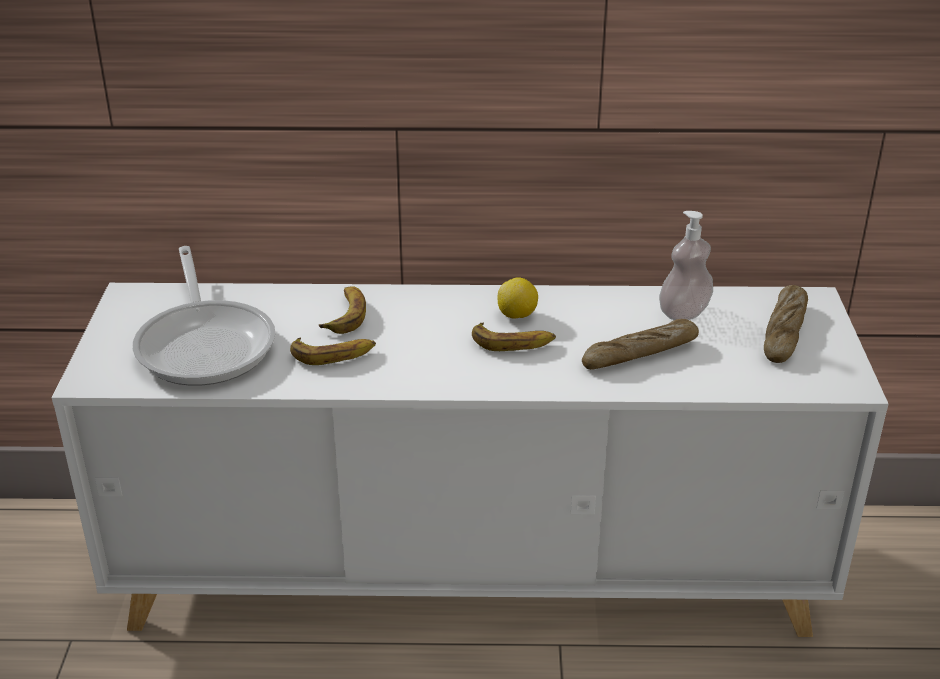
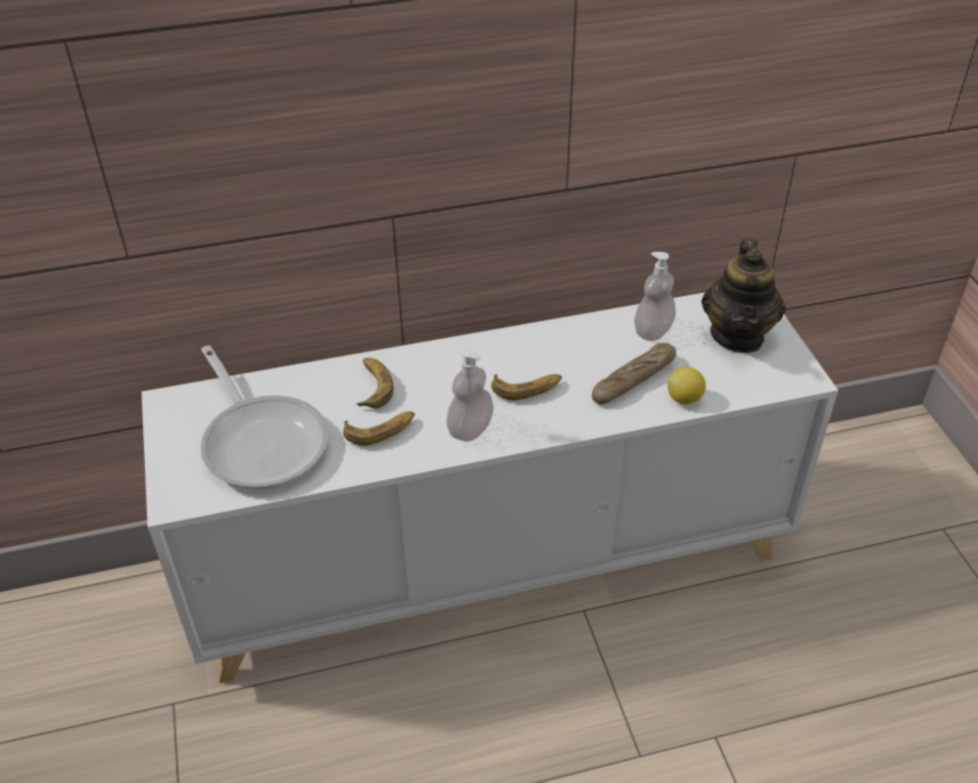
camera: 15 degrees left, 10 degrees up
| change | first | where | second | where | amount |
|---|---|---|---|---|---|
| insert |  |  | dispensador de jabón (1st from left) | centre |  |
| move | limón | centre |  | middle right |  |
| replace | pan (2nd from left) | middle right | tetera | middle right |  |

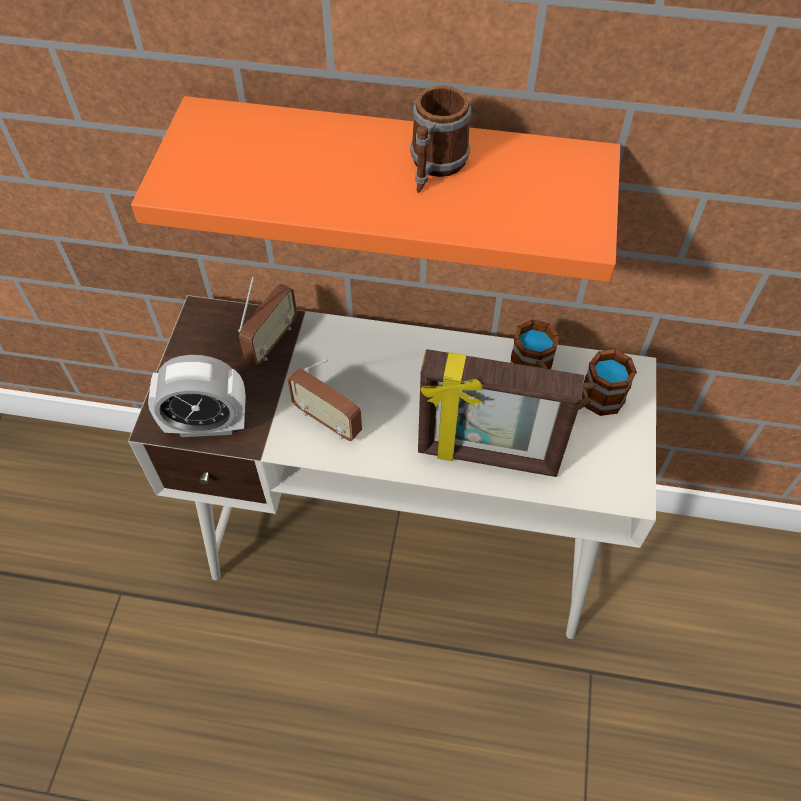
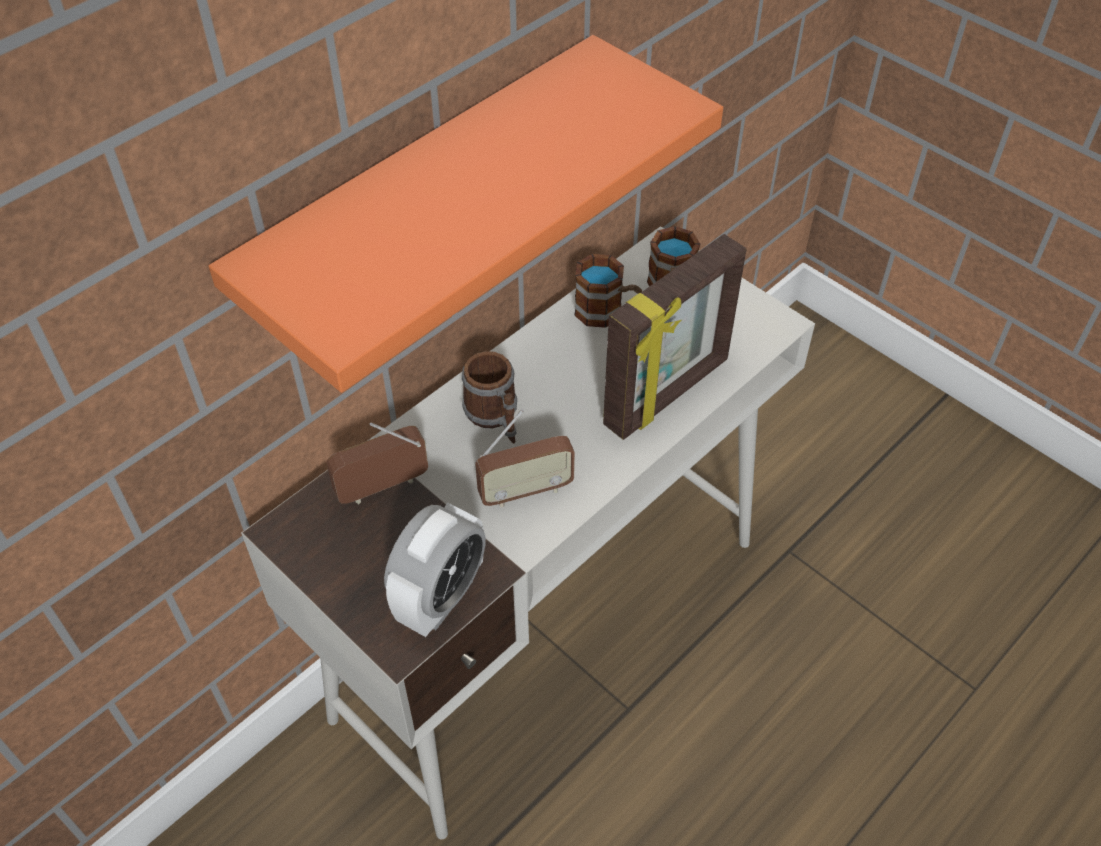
camera: 55 degrees left, 5 degrees down
| change | first | where | second | where | amount |
|---|---|---|---|---|---|
| rotate | radio (1st from left) | centre |  | centre | 90 degrees counterclockwise |
| move | taza grande (1st from left) | top centre |  | centre |  |

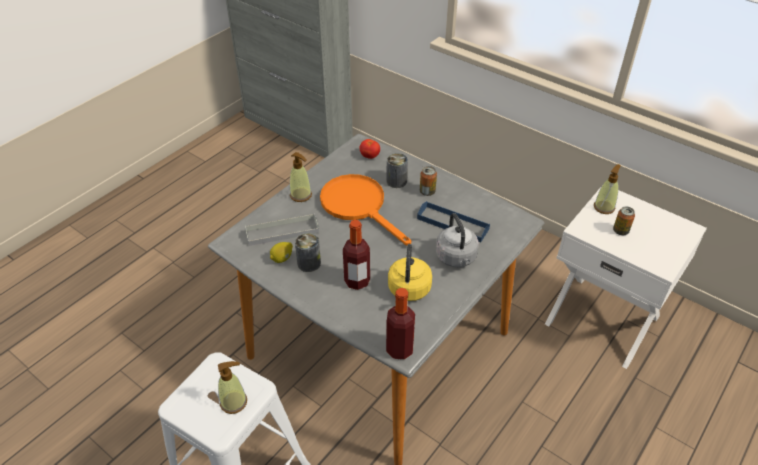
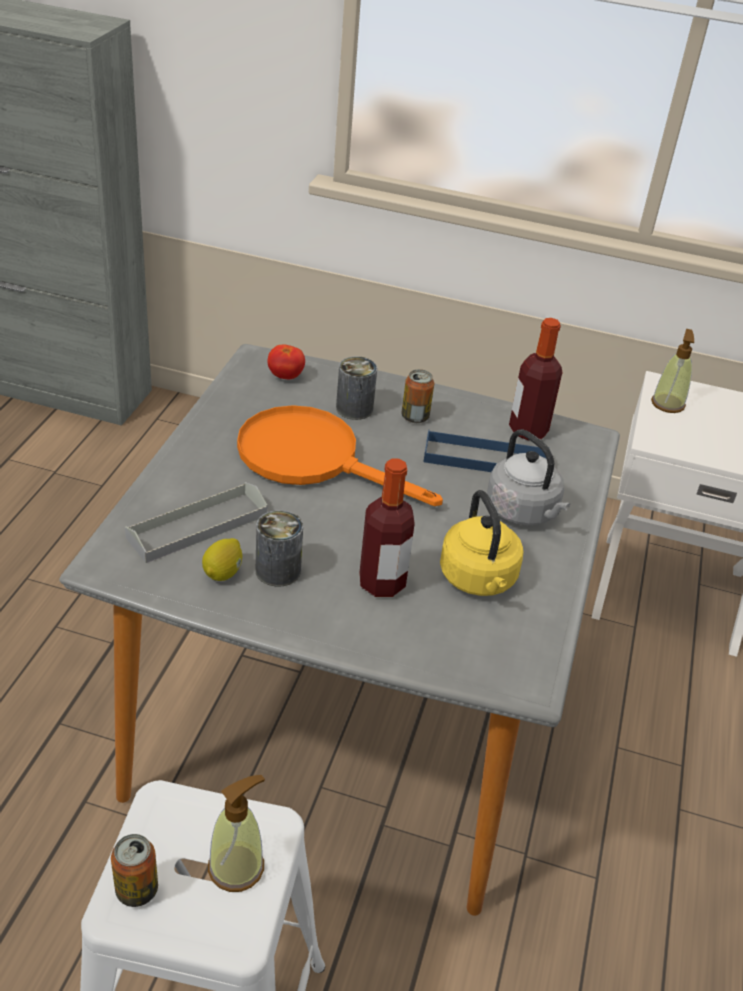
camera: 25 degrees left, 5 degrees down
| change | first | where | second | where | amount |
|---|---|---|---|---|---|
| move | lata (4th from left in the first image) | middle right | lata (1st from left) | bottom left |  |
| move | botella (2nd from left) | bottom centre |  | middle right |  |
| delete | dispensador de jabón (2nd from left) | centre |  |  |  |

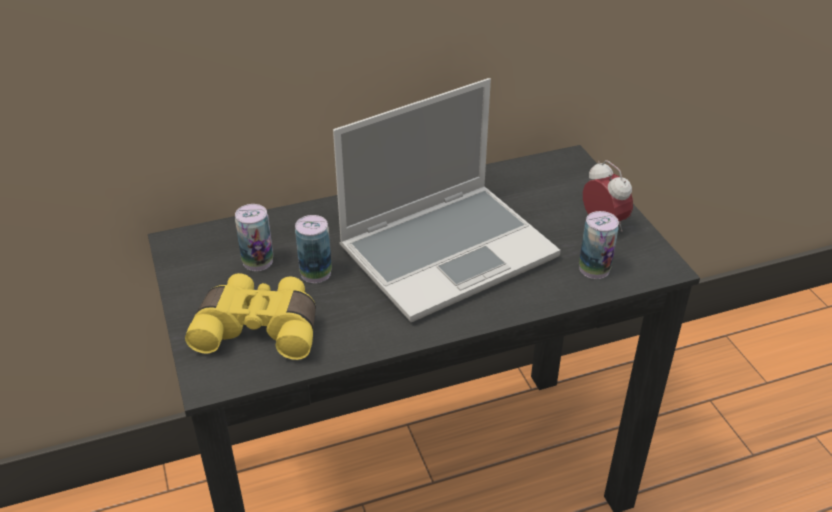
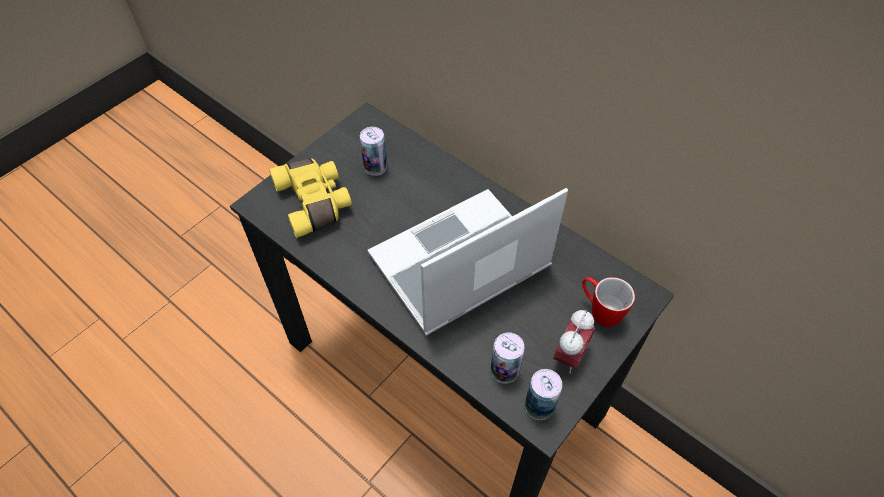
camera: 60 degrees right, 15 degrees up
| change | first | where | second | where | amount |
|---|---|---|---|---|---|
| rotate | portátil | centre |  | centre | 120 degrees clockwise |
| move | lata (2nd from left in the first image) | centre | lata (3rd from left) | bottom centre |  |
| insert |  |  | taza grande | middle right |  |

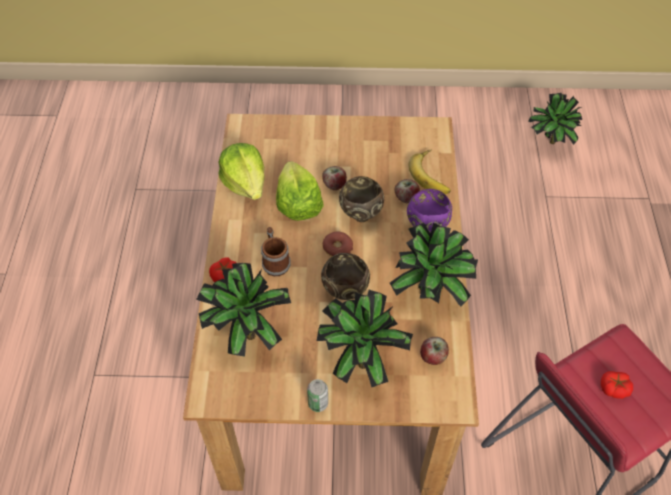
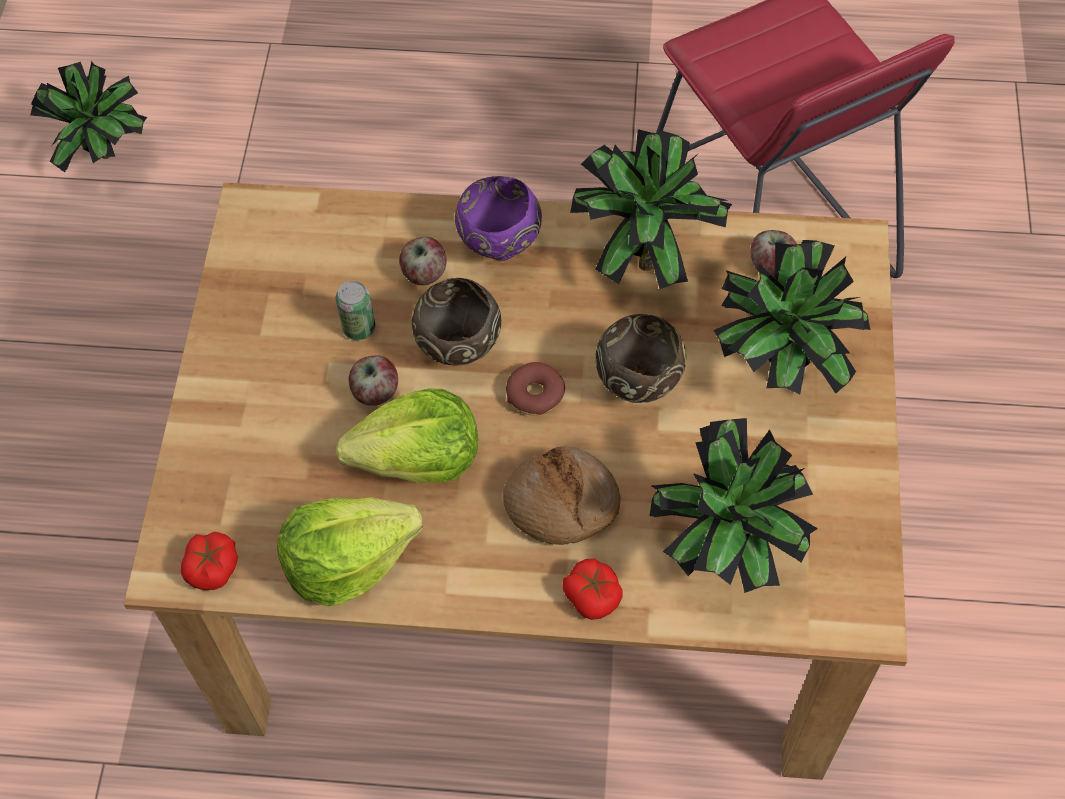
camera: 85 degrees left, 5 degrees up
| change | first | where | second | where | amount |
|---|---|---|---|---|---|
| move | tomate (2nd from left in the first image) | bottom right | tomate (1st from left) | bottom left |  |
| move | lata | bottom centre |  | centre |  |
| replace | taza grande | centre | pan | centre |  |
| delete | plátano | centre |  |  |  |

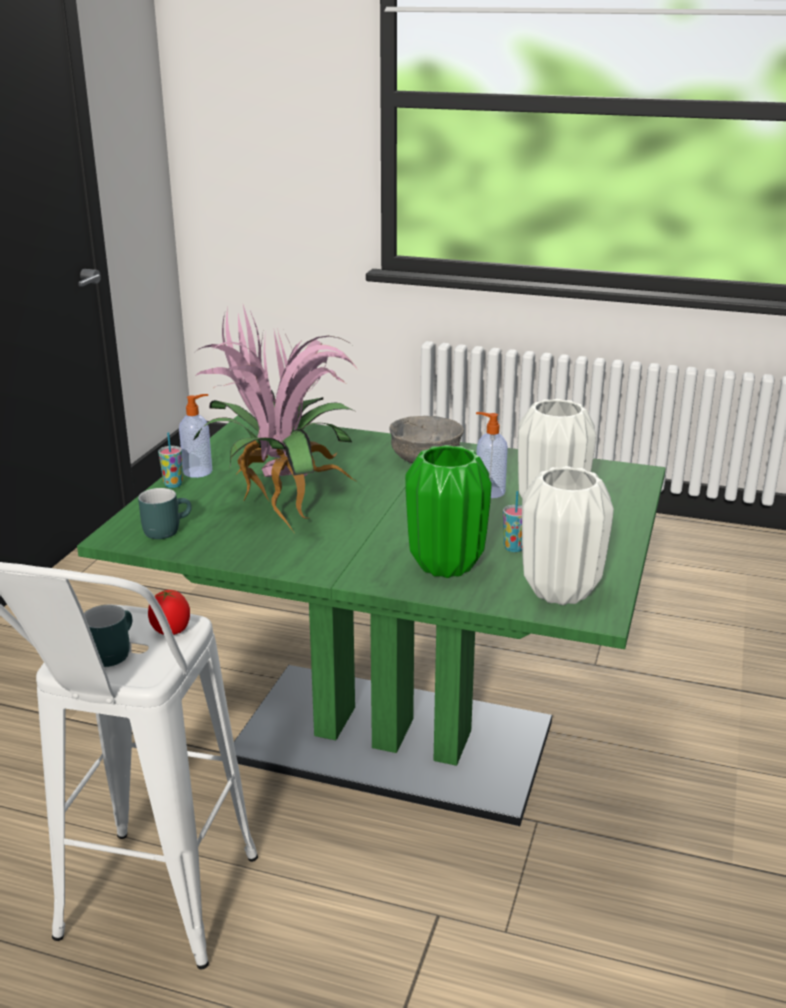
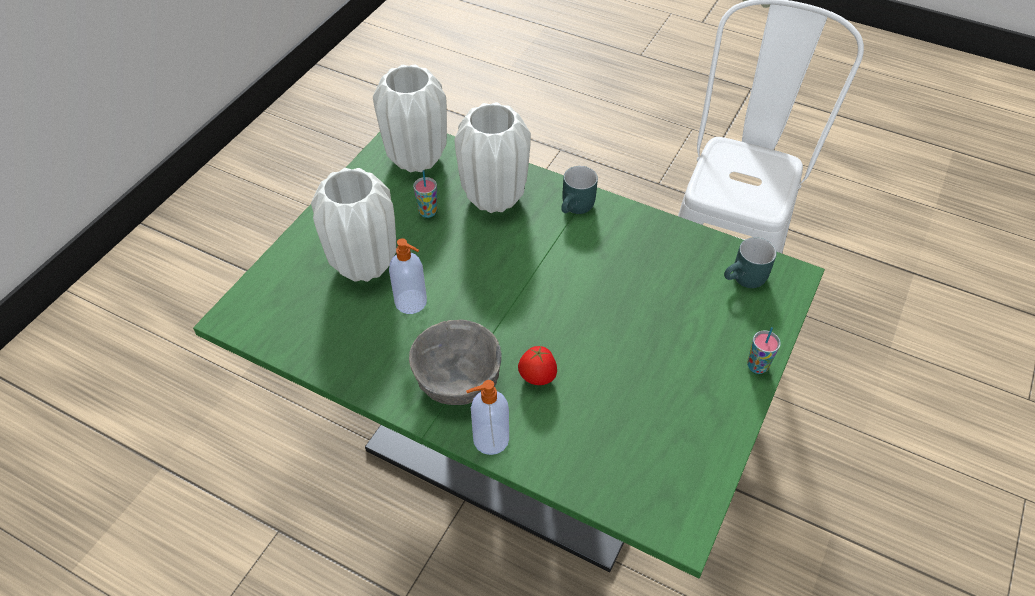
camera: 170 degrees left, 25 degrees up
| change | first | where | second | where | amount |
|---|---|---|---|---|---|
| recolor | florero [verde] | centre | florero [blanco] (3rd from left) | top centre |  |
| move | dispensador de jabón (1st from left in the first image) | middle left | dispensador de jabón (2nd from left) | bottom centre |  |
| move | tomate | middle left |  | centre |  |
| move | taza grande [turquesa] (1st from left) | middle left |  | top centre |  |
| delete | planta en maceta | centre |  |  |  |

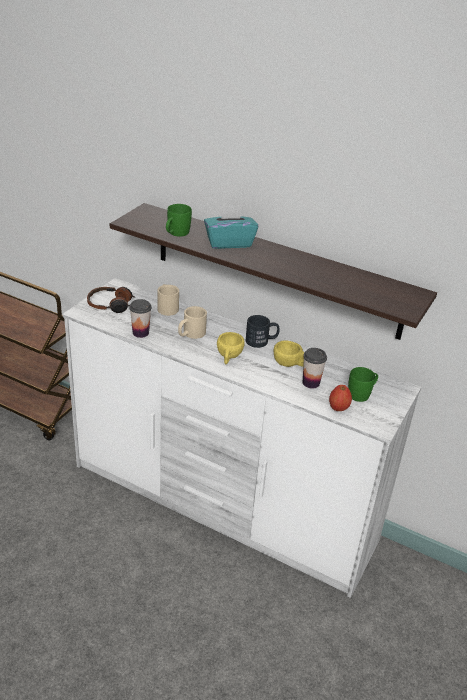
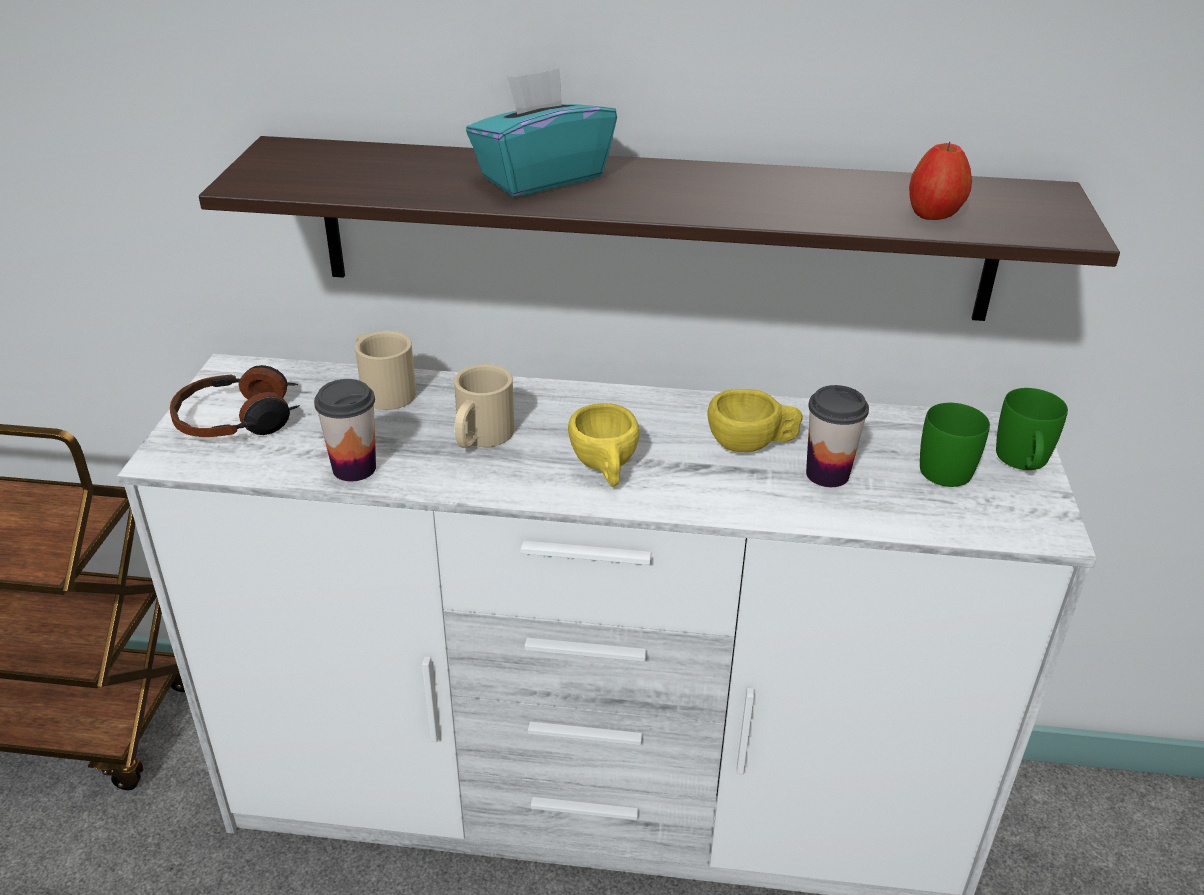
camera: 20 degrees left, 0 degrees up
| change | first | where | second | where | amount |
|---|---|---|---|---|---|
| move | manzana | middle right |  | top right |  |
| move | taza grande [verde] (1st from left in the first image) | top centre | taza grande [verde] (2nd from left) | middle right |  |
| delete | taza grande [negro] | centre |  |  |  |

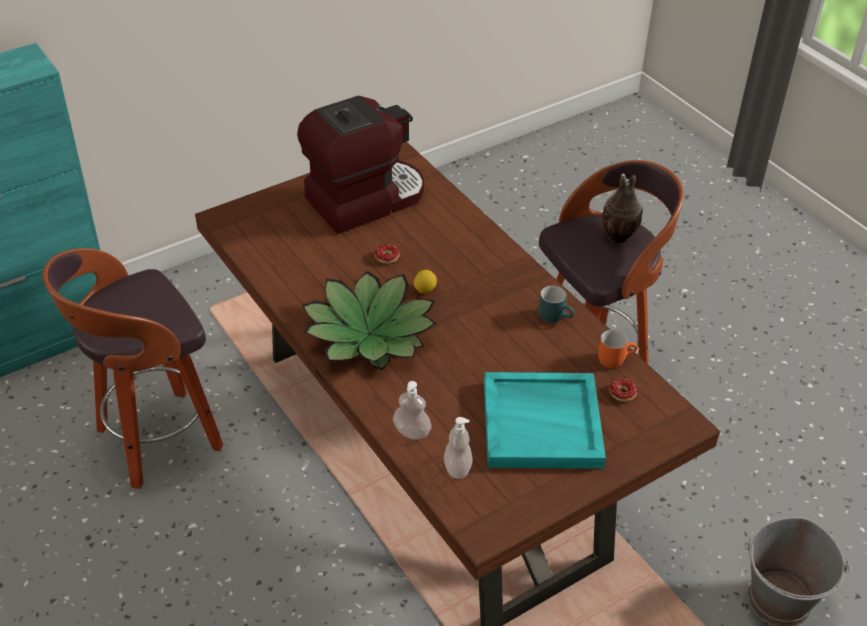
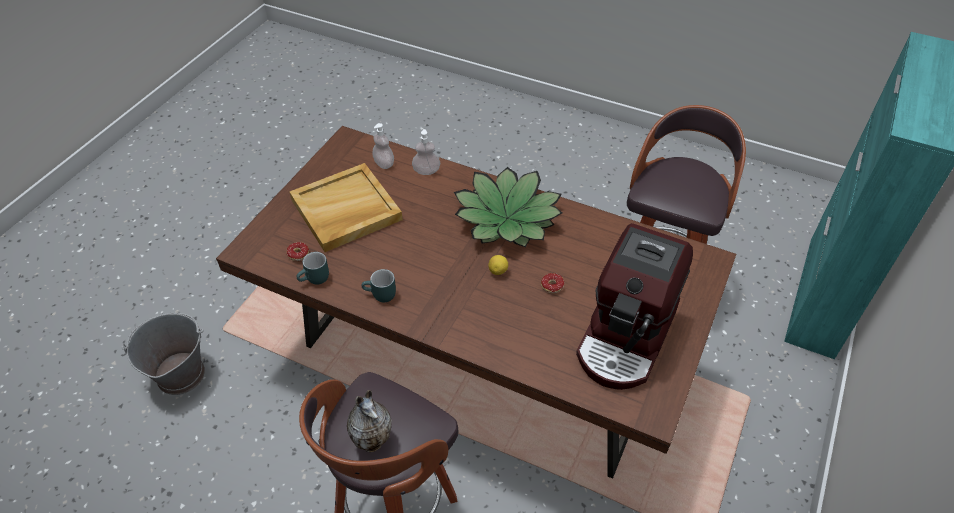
camera: 150 degrees right, 5 degrees up
| change | first | where | second | where | amount |
|---|---|---|---|---|---|
| recolor | bandeja [turquesa] | bottom centre | bandeja [beis] | centre |  |
| recolor | taza grande [naranja] | middle right | taza grande [turquesa] (1st from left) | middle left |  |

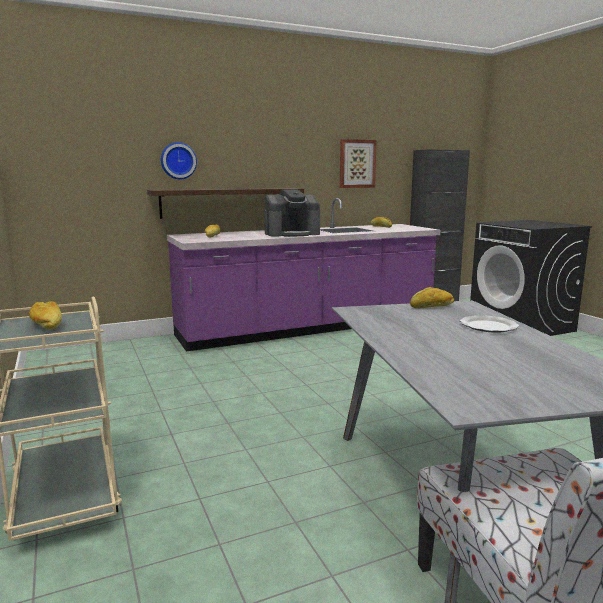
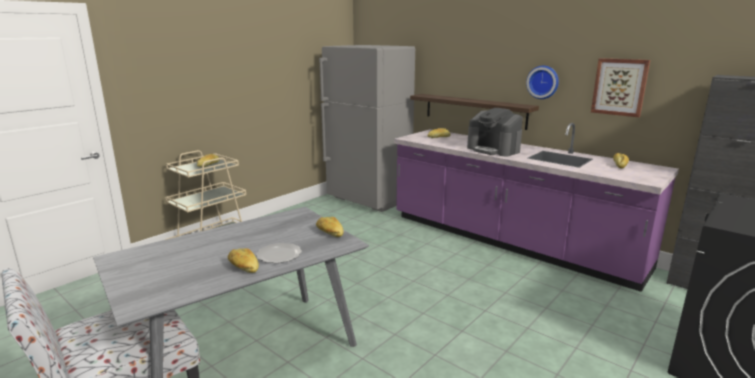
camera: 65 degrees right, 5 degrees up
| change | first | where | second | where | amount |
|---|---|---|---|---|---|
| insert |  |  | pan (2nd from left) | bottom left |  |
| insert |  |  | nevera [gris] | centre |  |
| move | reloj de pared | top left |  | top right |  |

